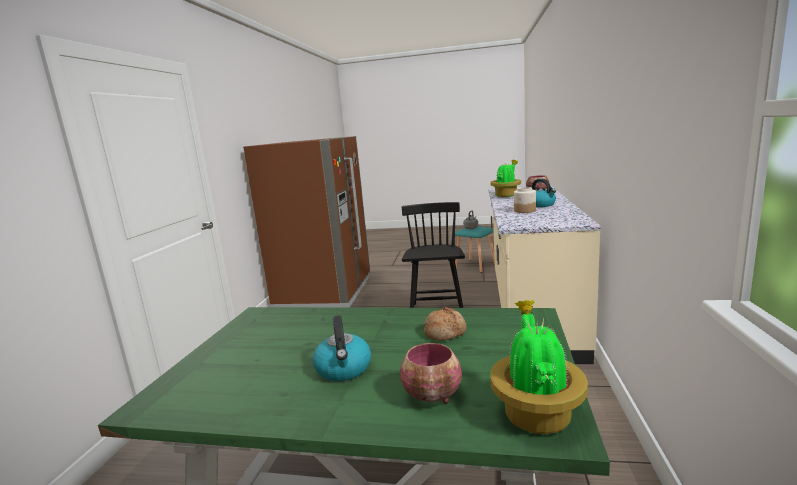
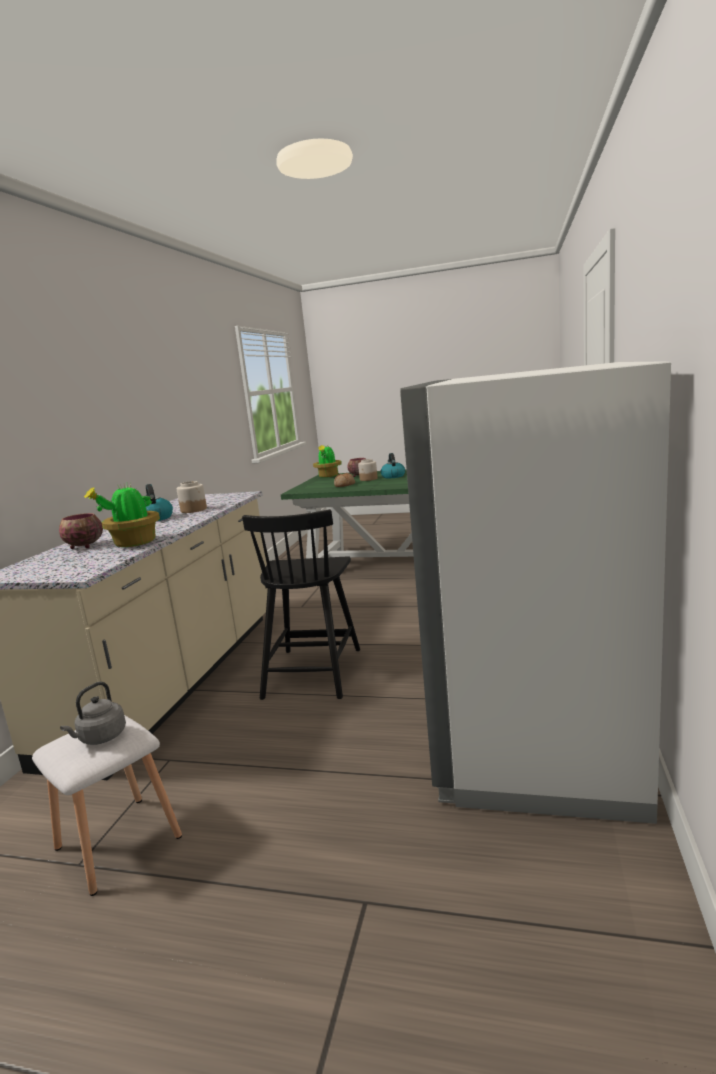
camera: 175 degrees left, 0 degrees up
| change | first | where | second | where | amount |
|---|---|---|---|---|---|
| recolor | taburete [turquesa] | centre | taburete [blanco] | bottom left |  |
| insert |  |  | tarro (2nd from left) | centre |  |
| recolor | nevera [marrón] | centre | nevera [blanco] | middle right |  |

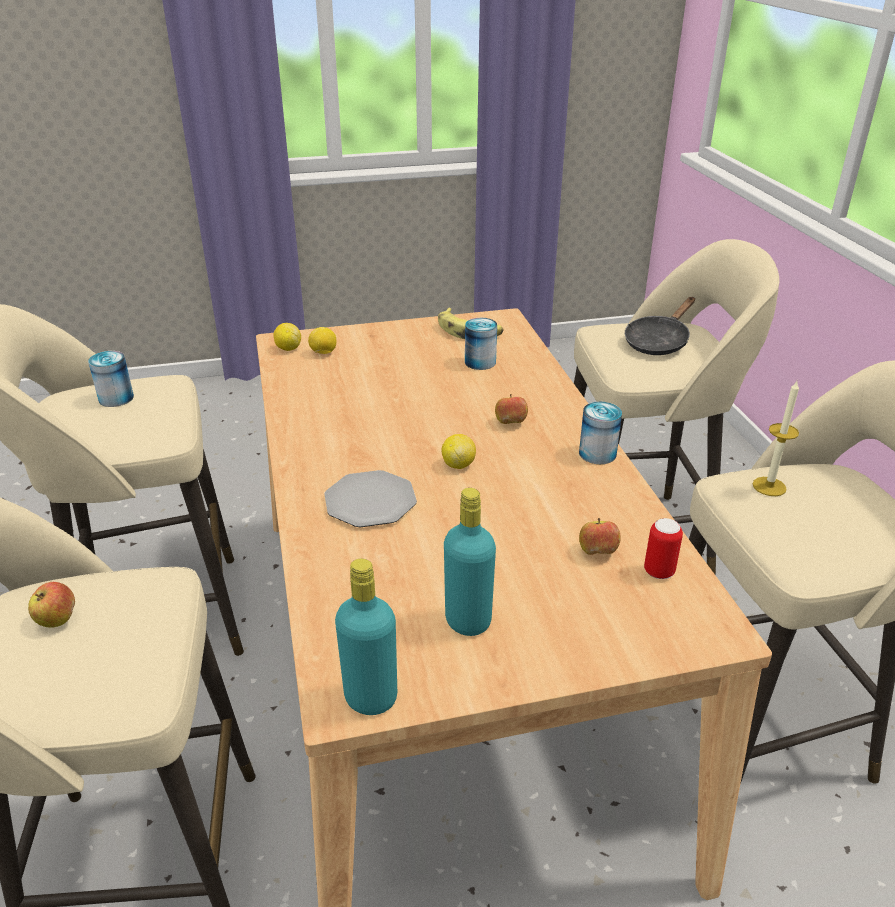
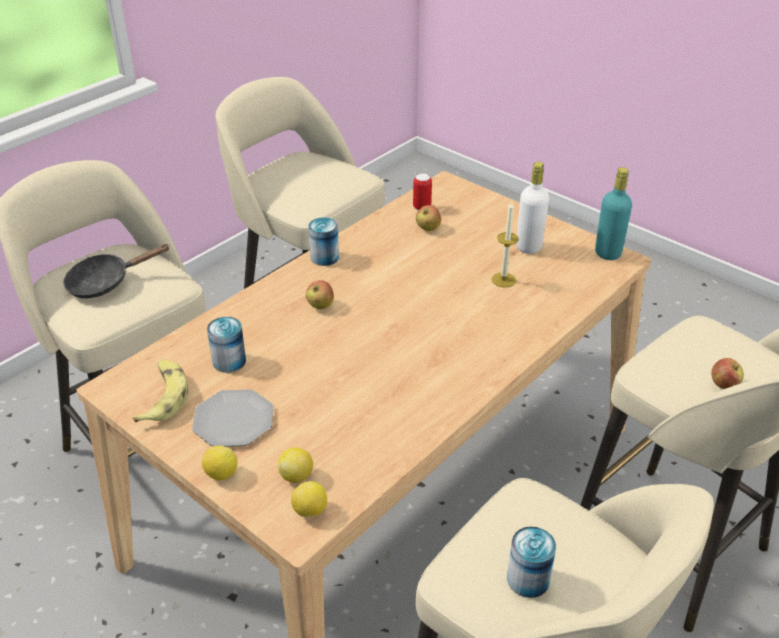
camera: 125 degrees left, 5 degrees up
| change | first | where | second | where | amount |
|---|---|---|---|---|---|
| rotate | sartén [negro] | middle right |  | middle left | 150 degrees clockwise |
| move | plato | centre |  | middle left |  |
| move | limón (3rd from left in the first image) | centre | limón (1st from left) | bottom left |  |
| move | vela | middle right |  | centre |  |
| recolor | botella [turquesa] (2nd from left) | centre | botella [blanco] | top right |  |

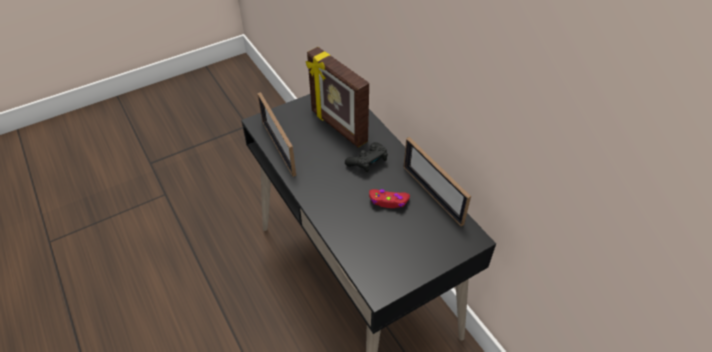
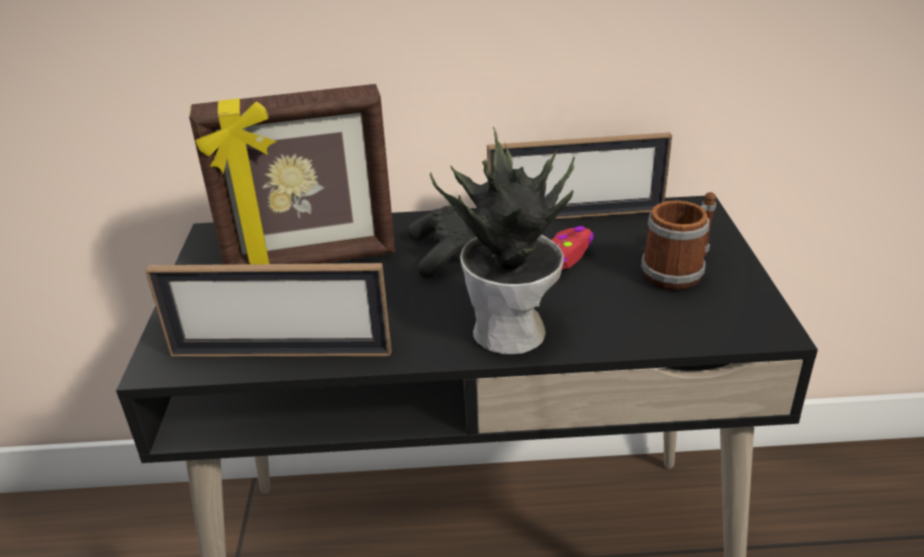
camera: 60 degrees left, 15 degrees down
| change | first | where | second | where | amount |
|---|---|---|---|---|---|
| insert |  |  | planta en maceta | centre |  |
| insert |  |  | taza grande | middle right |  |

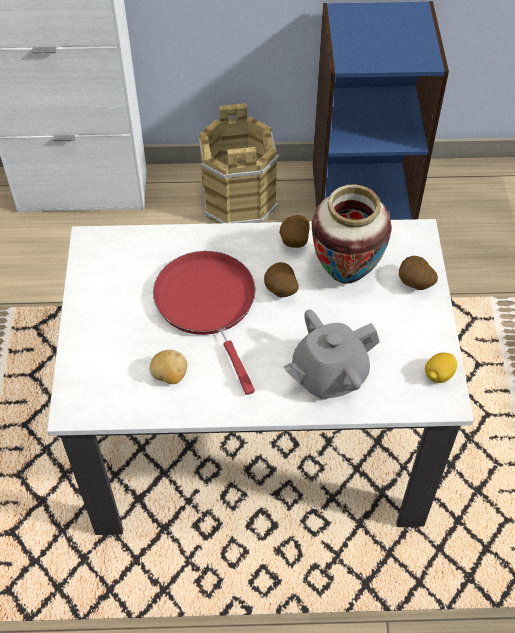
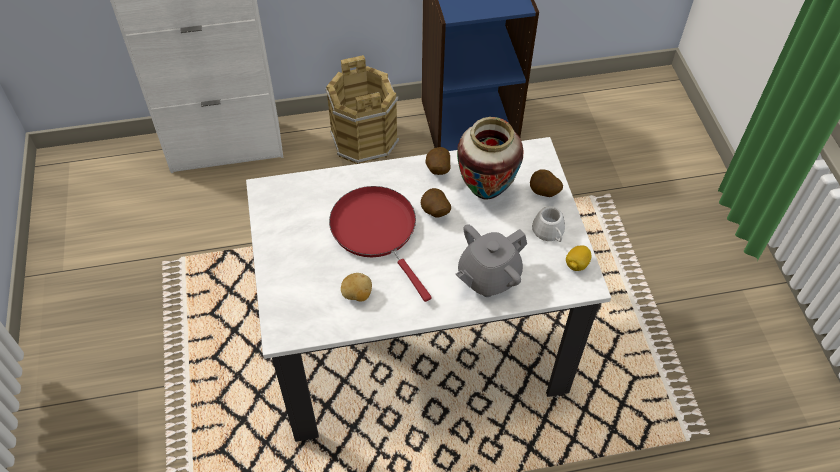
camera: 10 degrees left, 0 degrees up
| change | first | where | second | where | amount |
|---|---|---|---|---|---|
| insert |  |  | taza grande [blanco] | centre |  |

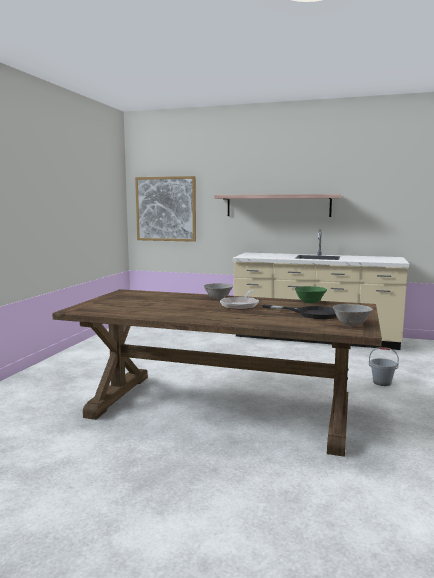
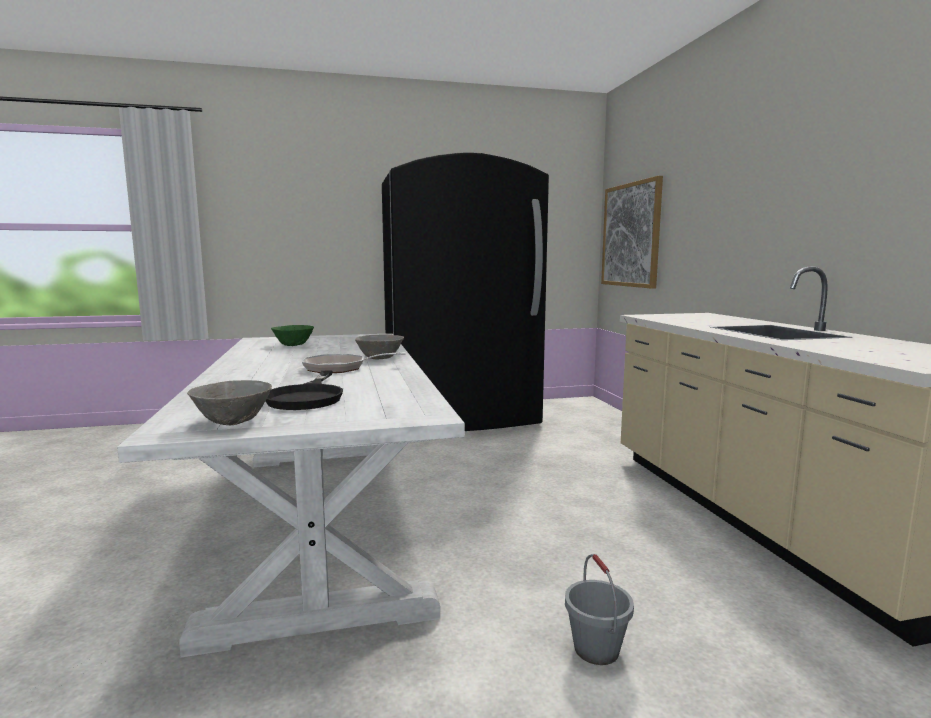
camera: 60 degrees right, 0 degrees up
| change | first | where | second | where | amount |
|---|---|---|---|---|---|
| recolor | mesa de comedor [marrón] | centre | mesa de comedor [blanco] | bottom left |  |
| move | cuenco [verde] | middle right |  | middle left |  |
| insert |  |  | nevera [negro] | centre |  |
| delete | estante | centre |  |  |  |

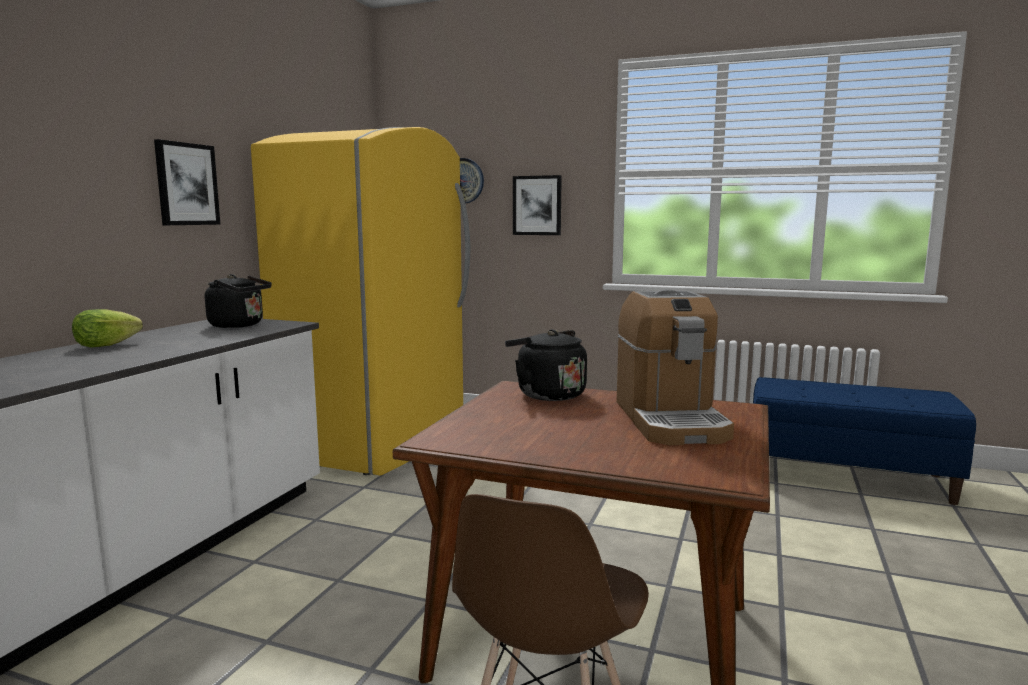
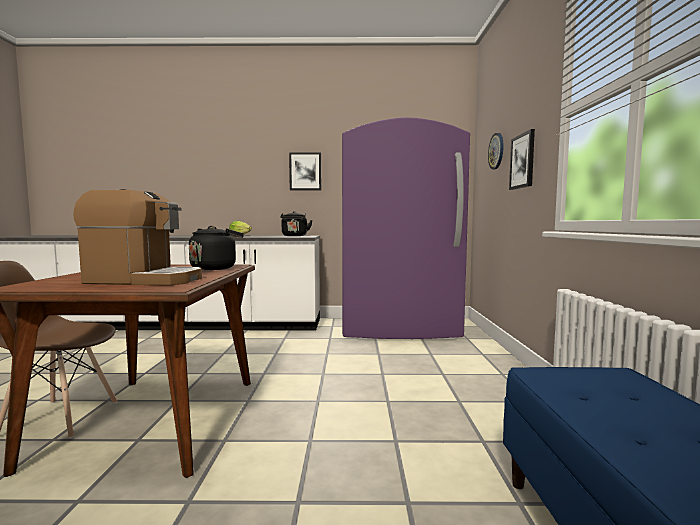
camera: 70 degrees right, 5 degrees down
| change | first | where | second | where | amount |
|---|---|---|---|---|---|
| rotate | cafetera | centre |  | middle left | 150 degrees counterclockwise |
| recolor | nevera [amarillo] | centre | nevera [morado] | centre |  |

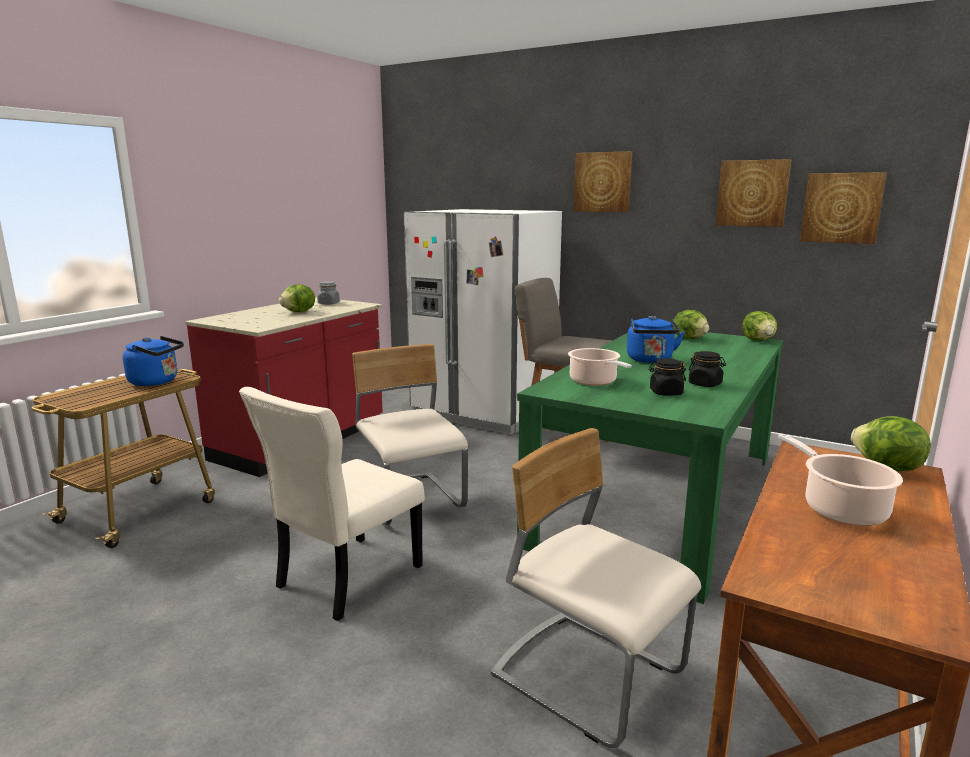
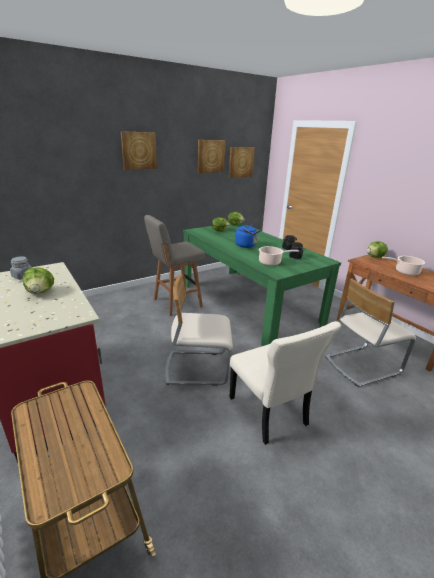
camera: 65 degrees left, 10 degrees up
| change | first | where | second | where | amount |
|---|---|---|---|---|---|
| delete | hervidor [azul] (1st from left) | middle left |  |  |  |
| delete | nevera [blanco] | centre |  |  |  |

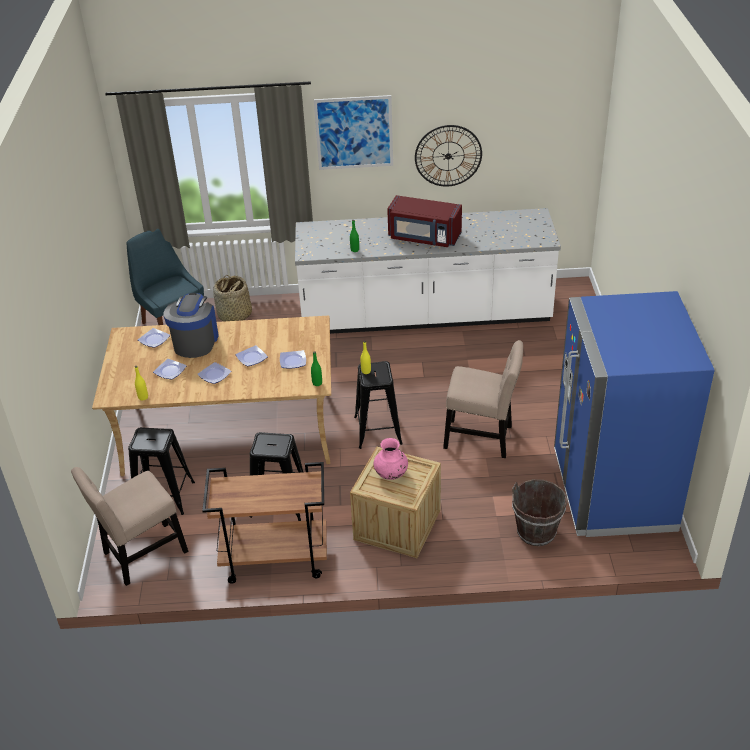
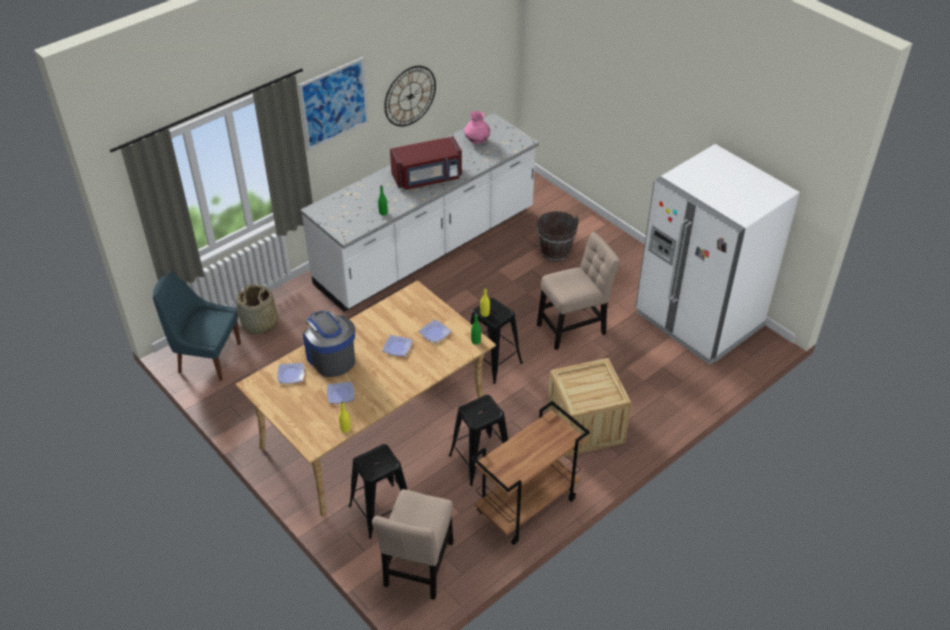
camera: 40 degrees left, 5 degrees up
| change | first | where | second | where | amount |
|---|---|---|---|---|---|
| move | florero [rosa] | centre |  | top centre |  |
| move | cubo [marrón] | bottom right |  | centre |  |
| recolor | nevera [azul] | middle right | nevera [blanco] | middle right |  |
| delete | plato (3rd from left) | middle left |  |  |  |

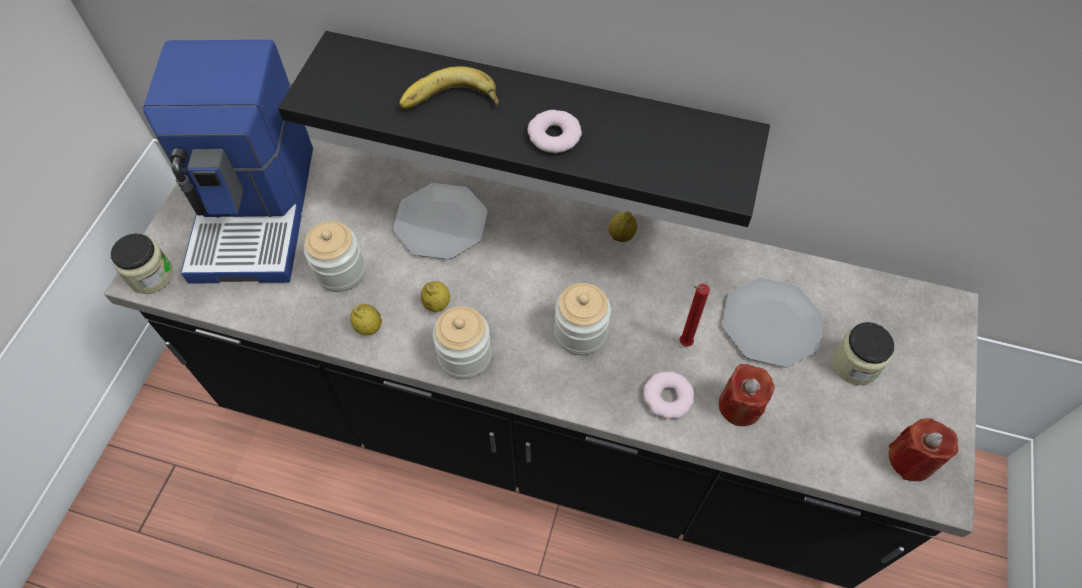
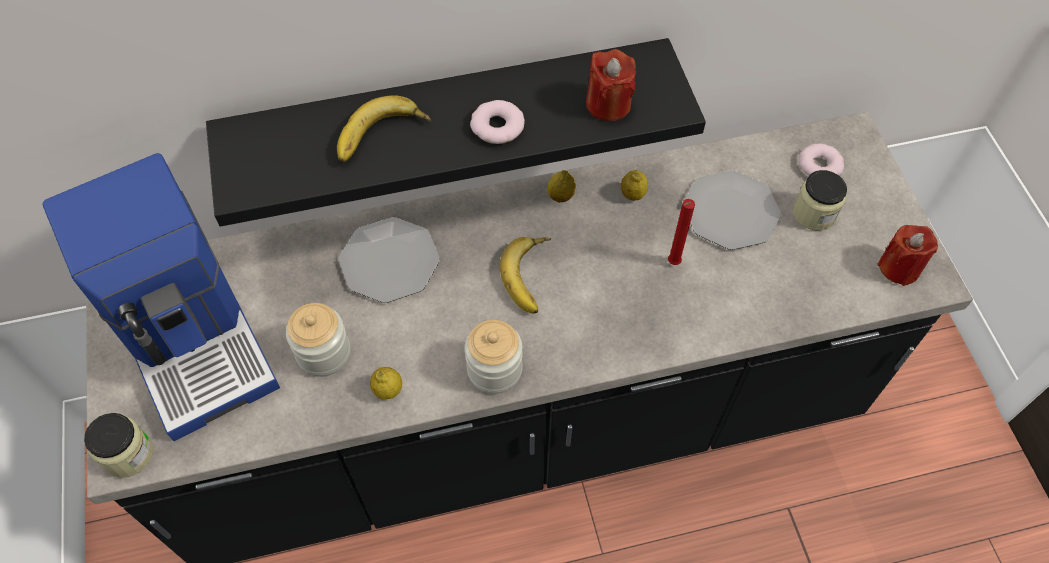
camera: 30 degrees left, 0 degrees up
| change | first | where | second | where | amount |
|---|---|---|---|---|---|
| insert |  |  | plátano (2nd from left) | centre |  |
| move | vela [rojo] (2nd from left in the first image) | bottom right | vela [rojo] (1st from left) | top centre |  |
| move | limón (2nd from left in the first image) | centre | limón (3rd from left) | top centre |  |
| move | rosquilla (2nd from left) | bottom centre |  | top right |  |
| delete | tarro (4th from left) | centre |  |  |  |

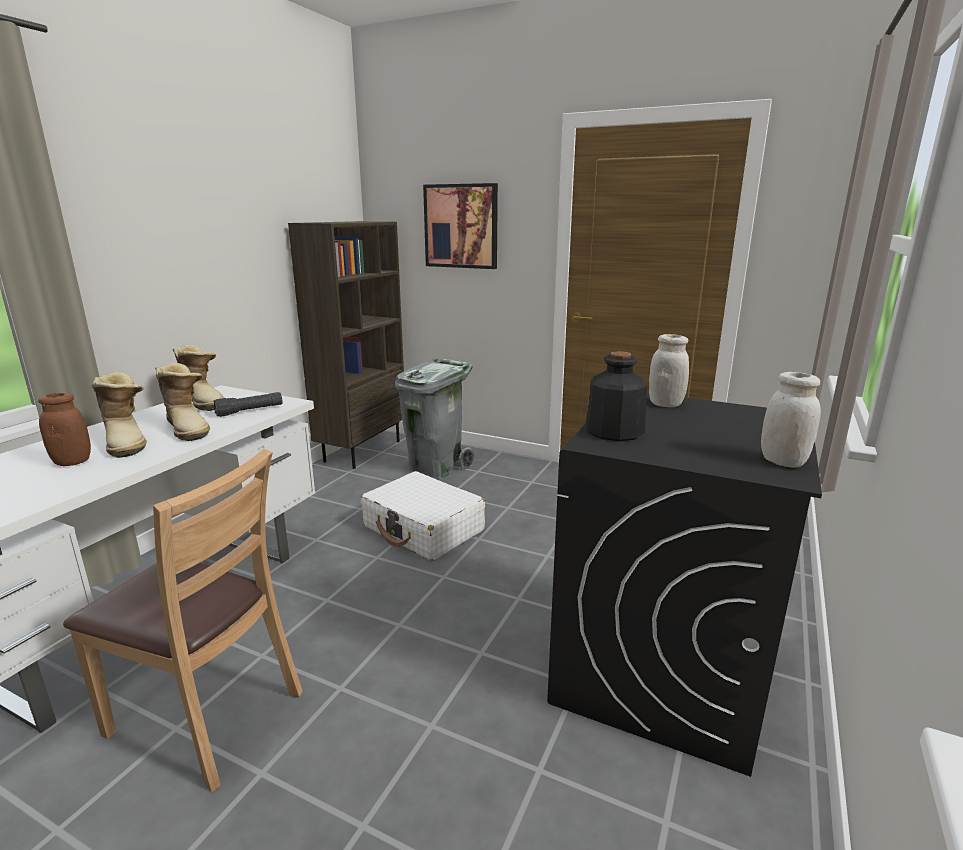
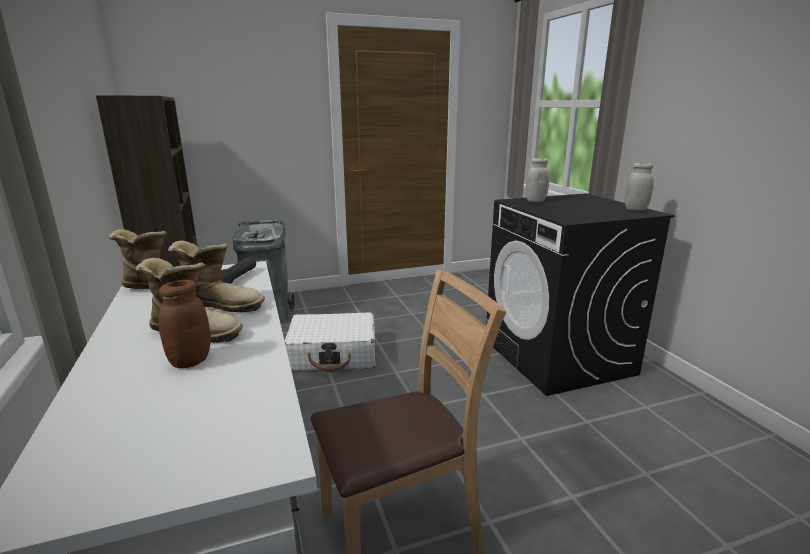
camera: 45 degrees left, 0 degrees up
| change | first | where | second | where | amount |
|---|---|---|---|---|---|
| delete | cuadro | top centre |  |  |  |
| delete | botella | centre |  |  |  |

